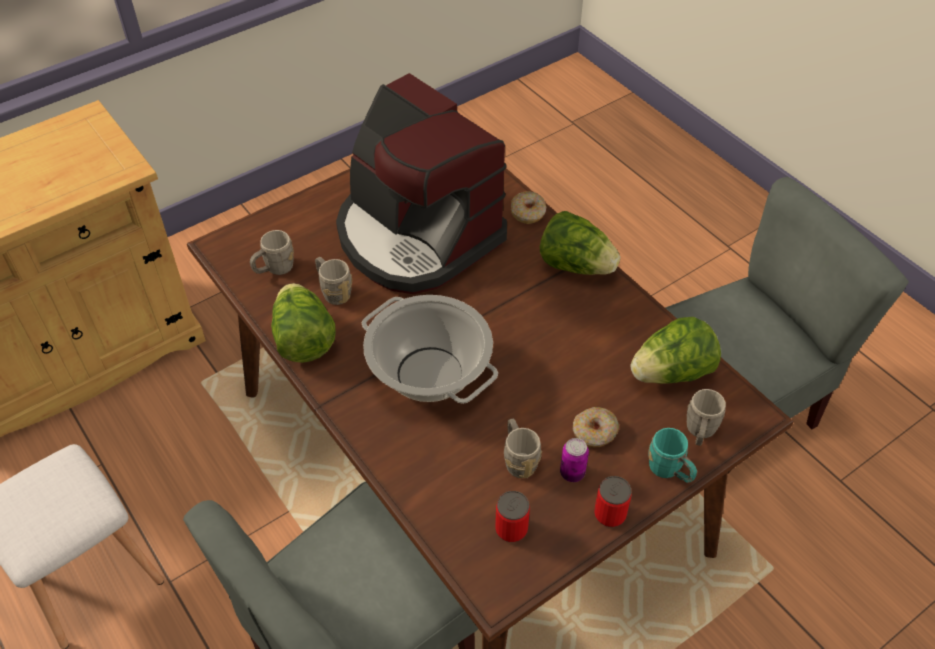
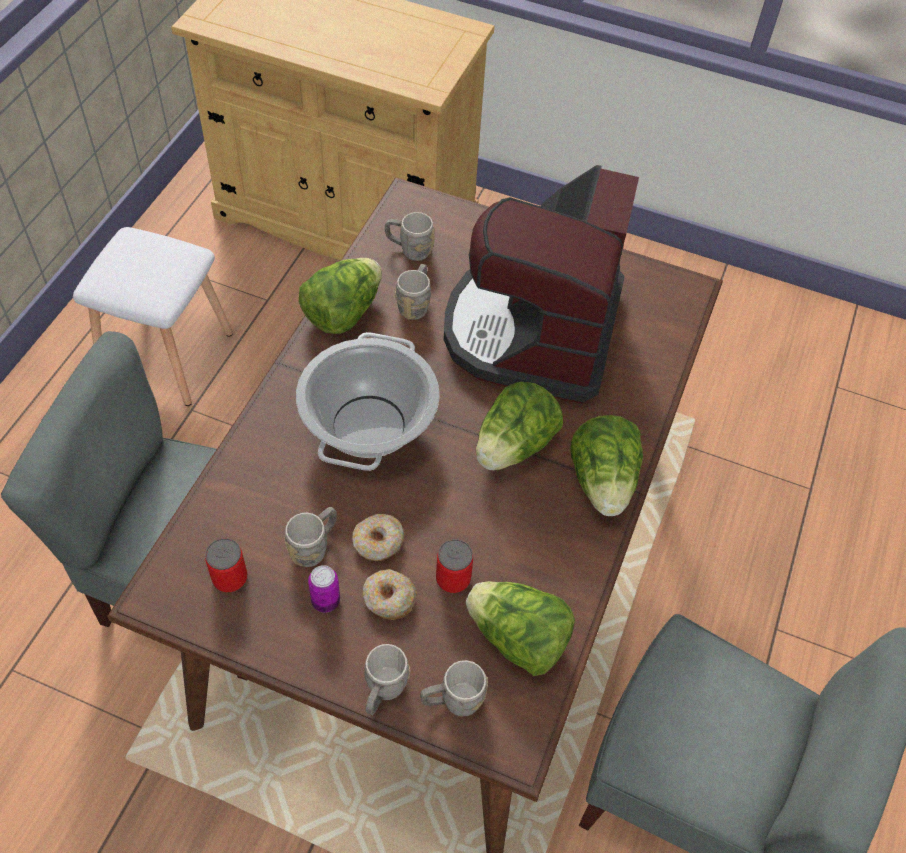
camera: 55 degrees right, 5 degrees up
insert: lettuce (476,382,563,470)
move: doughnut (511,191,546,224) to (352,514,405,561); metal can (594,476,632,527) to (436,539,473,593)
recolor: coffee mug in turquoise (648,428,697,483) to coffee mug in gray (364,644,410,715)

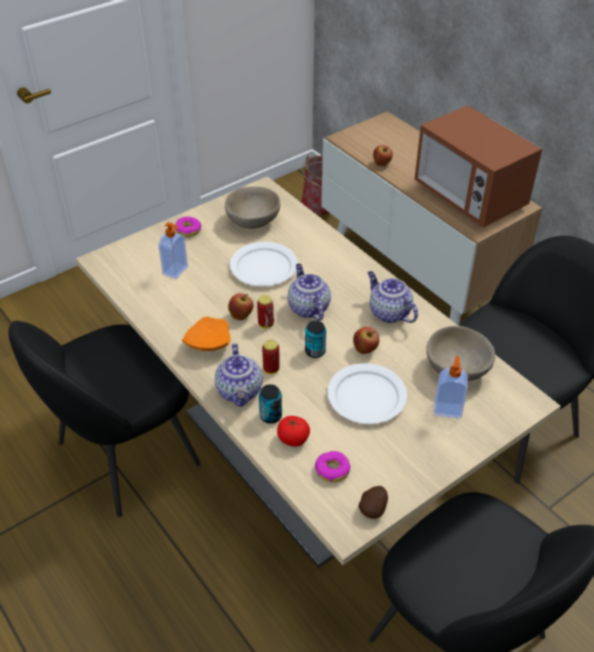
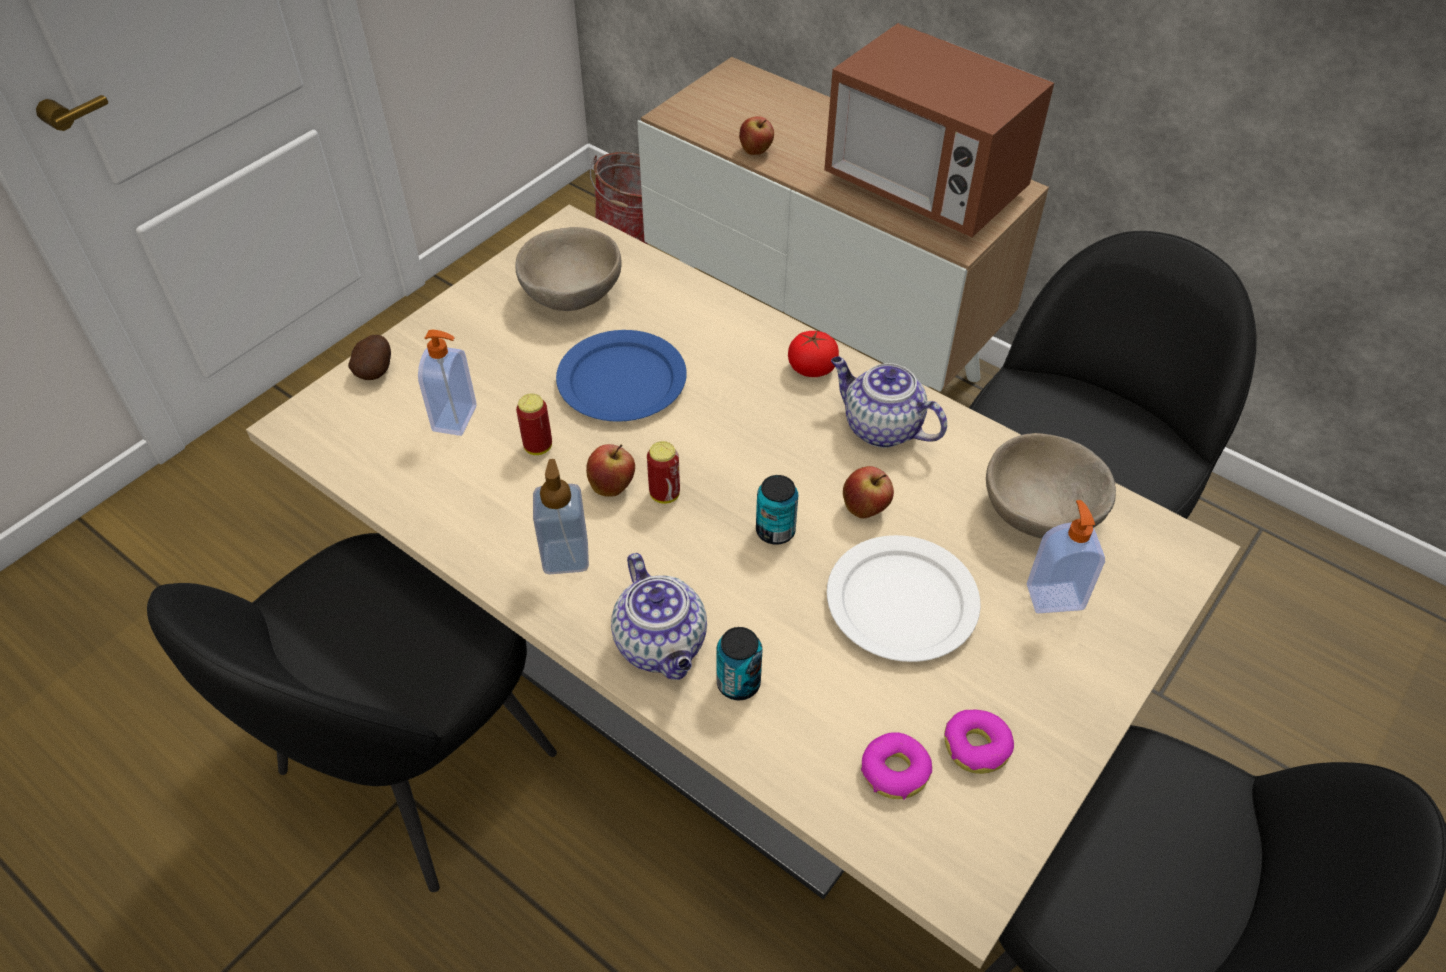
camera: 15 degrees left, 5 degrees up
delete: teapot (288,264,331,321)
move: doughnut (175,217,201,237) to (944,710,1014,774); metal can (262,340,280,374) to (516,394,552,455); tomato (277,416,310,447) to (788,331,839,377); spud (358,486,388,519) to (348,335,391,380)
replace: flat dish in orange-coloured (182,317,231,351) to soap dispenser (533,459,589,574)
recolor: flat dish in whitish (230,242,298,286) to flat dish in blue (556,330,687,422)

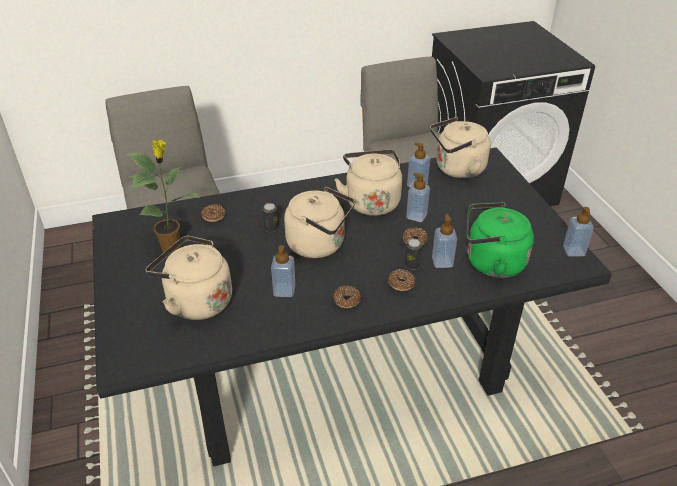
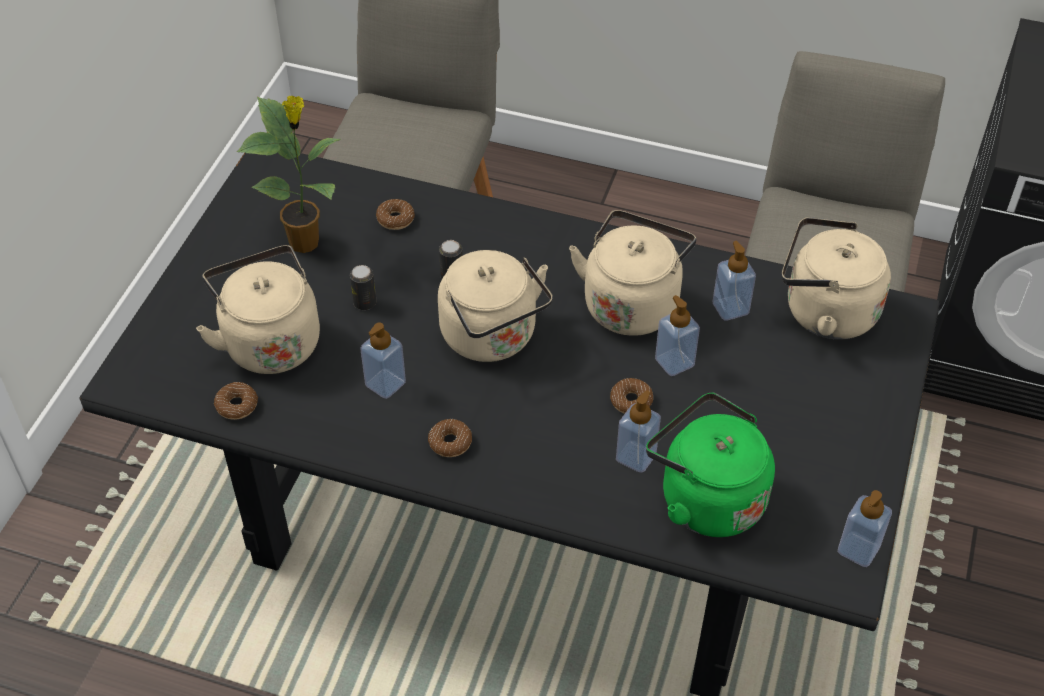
camera: 35 degrees right, 10 degrees up
move: metal can (405,239,422,270) to (350,265,376,310); doughnut (388,269,415,291) to (214,382,258,420)

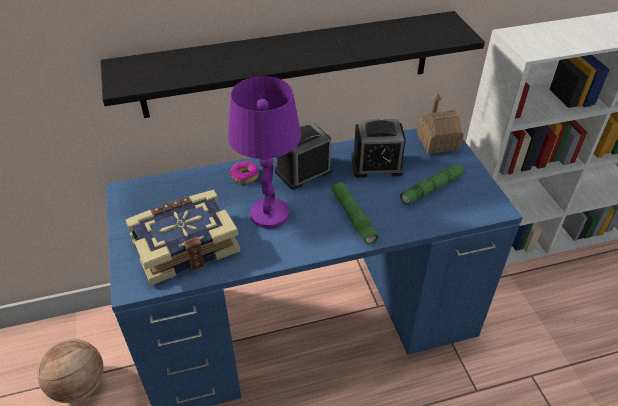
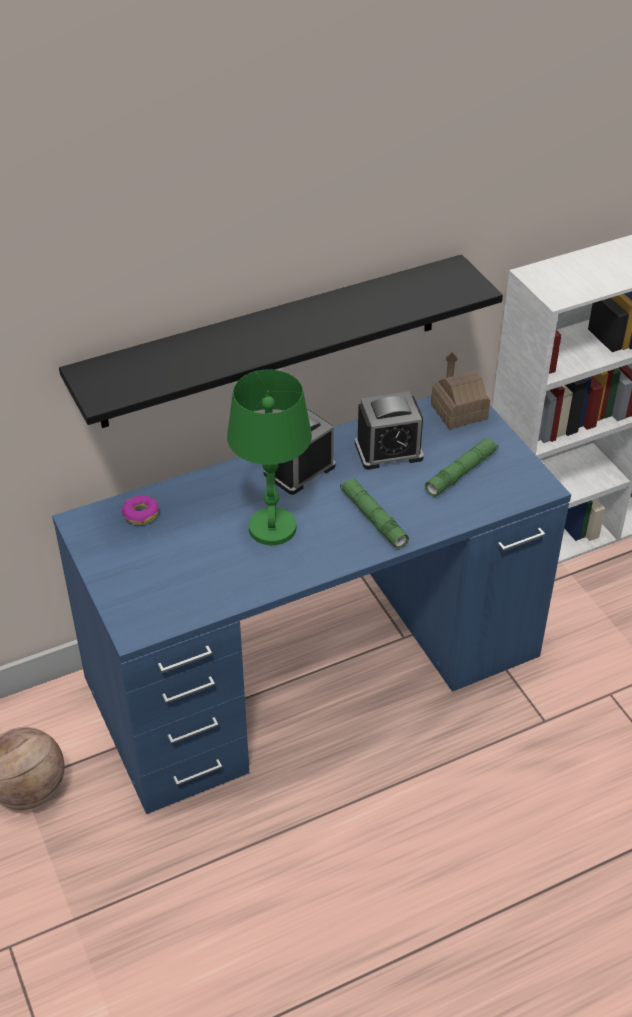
camera: 10 degrees left, 0 degrees up
delete: bound book (126,190,241,286)
move: doughnut (230,161,259,184) to (122,495,159,525)
recolor: lamp for a table in purplish (228,76,301,229) to lamp for a table in greenish (227,369,312,545)

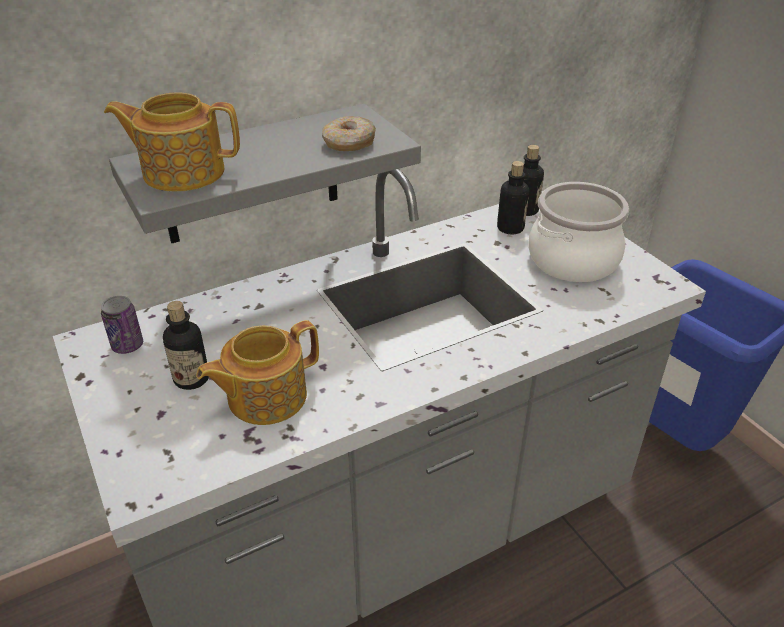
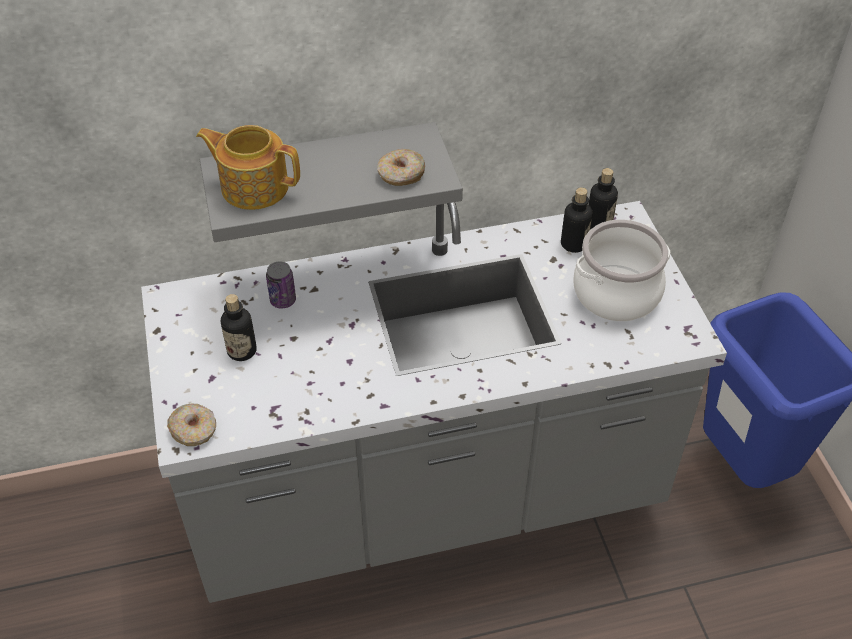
camera: 15 degrees right, 10 degrees up
delete: teapot (196,320,319,425)
insert: doughnut (167,404,216,446)
move: metal can (101,296,143,354) to (266,261,296,308)

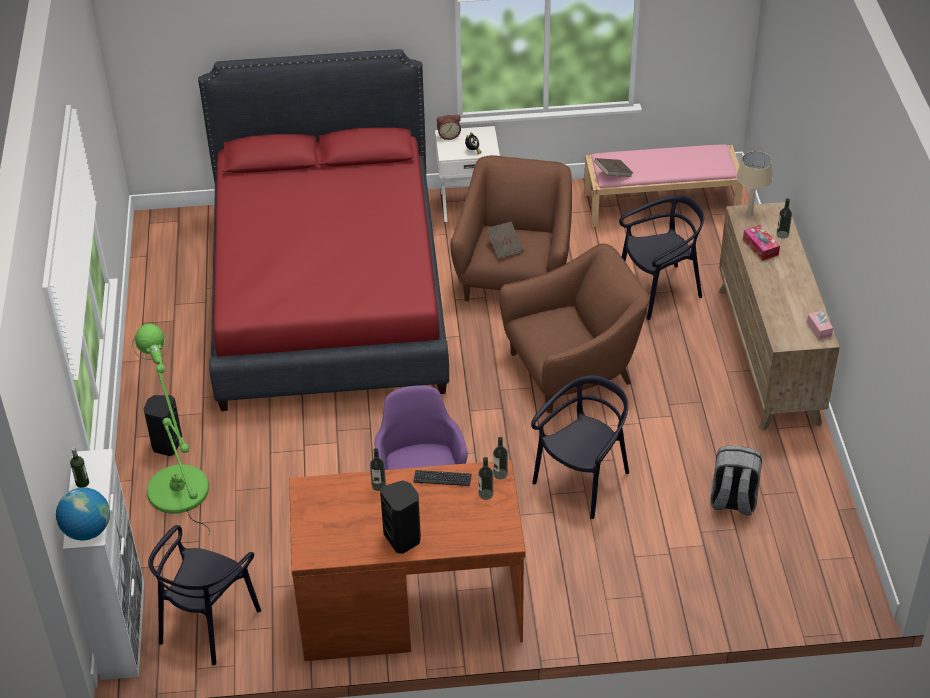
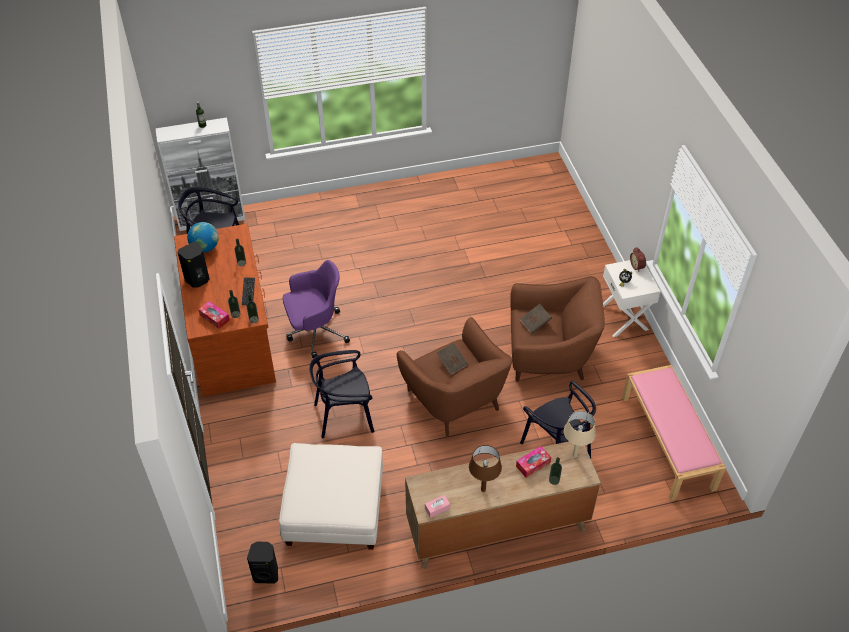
camera: 80 degrees right, 5 degrees up
delete: sleeping bed in red-coloured (198,49,449,411); standard lamp in greenish (132,324,210,536)
insert: tissue holder (198,301,230,329); lamp for a table in brownish (469,445,502,492)
move: bound book in brownish (594,158,633,177) to (437,343,468,375); audio speaker in black (144,395,182,456) to (247,542,278,584); world globe (56,487,110,540) to (187,222,219,253)
replace: rucksack in gray (711,446,762,516) to pouffe in whitish (279,443,383,550)
rotate: chair in black (531,375,629,519) = (309,350,375,438) 135 degrees clockwise

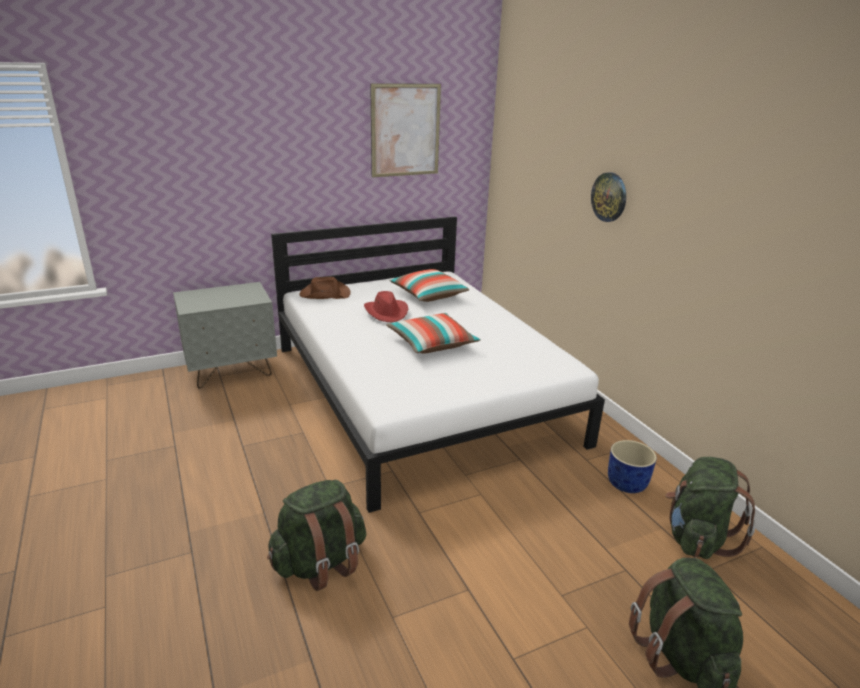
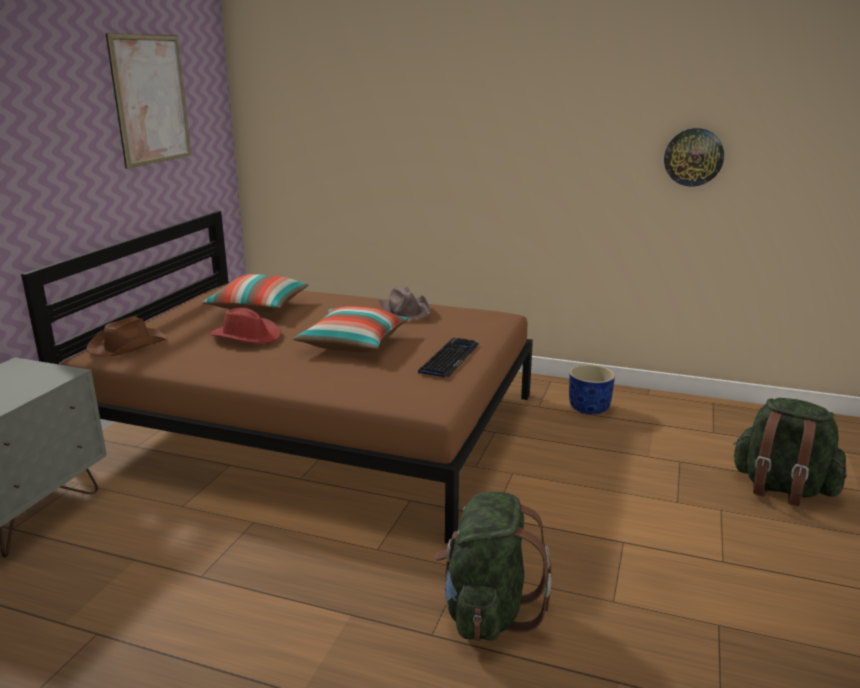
camera: 45 degrees left, 5 degrees down
delete: rucksack in greenish (666,457,756,559)
insert: clothing hat in brownish (379,287,431,322); computer keyboard (418,338,479,377)
move: wall clock (591,172,626,222) to (664,128,724,187)
recolor: sleeping bed in whitish (271,217,605,513) to sleeping bed in brownish (21,211,533,544)

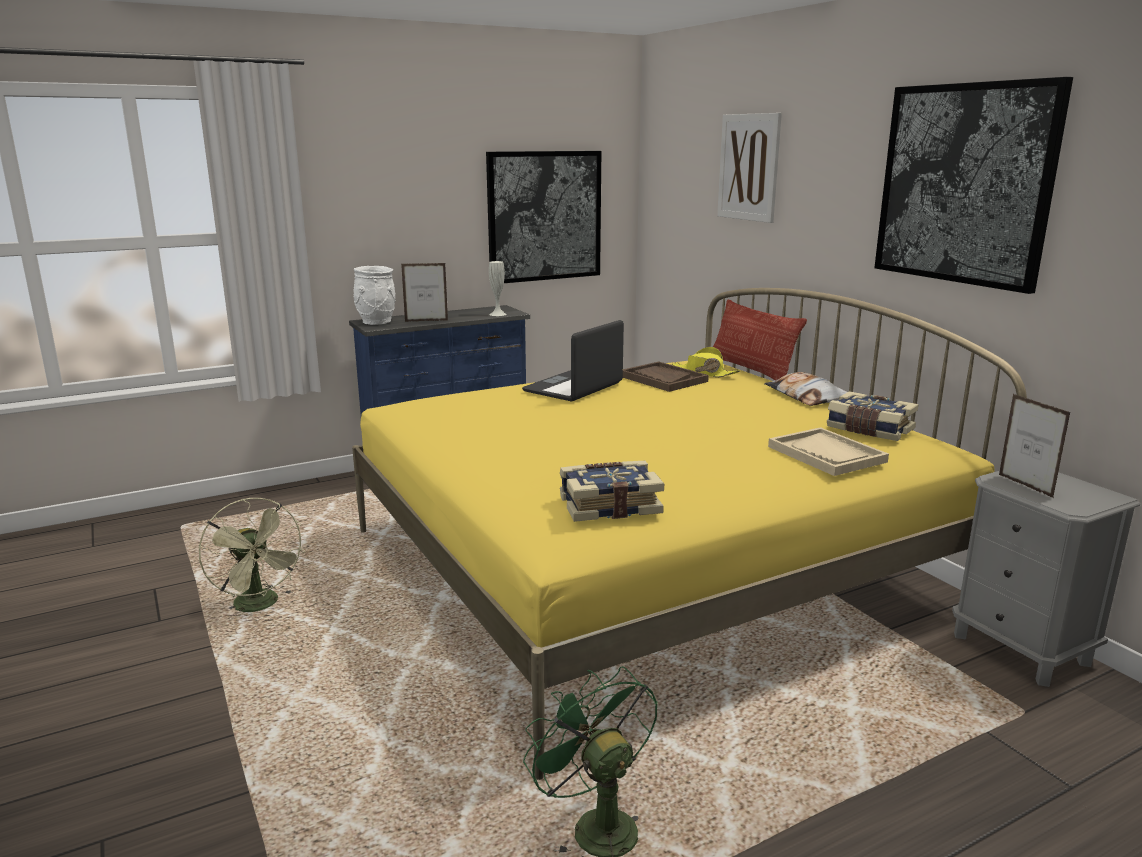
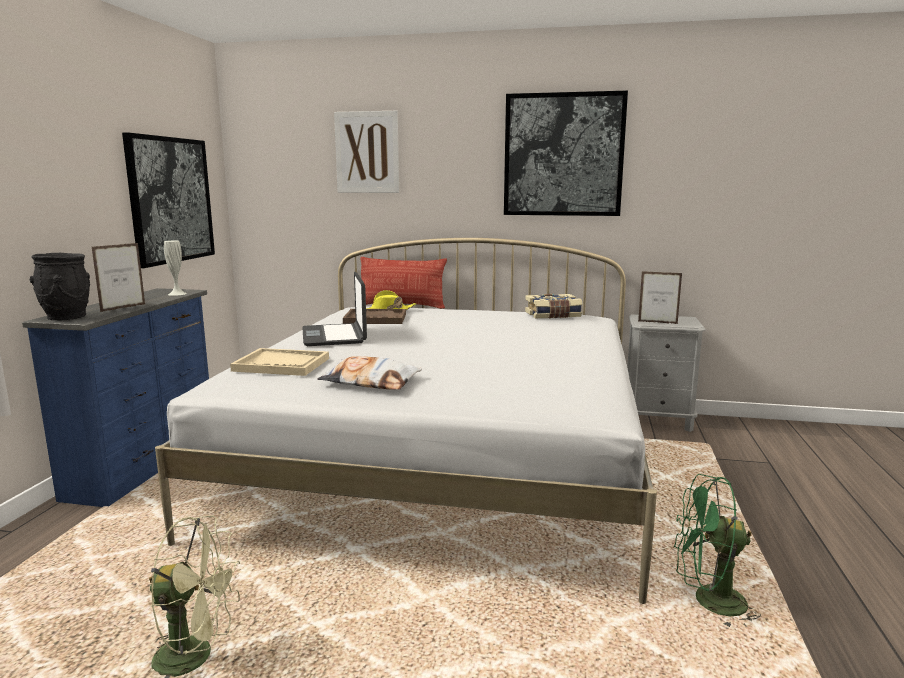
camera: 50 degrees left, 5 degrees down
delete: bound book (560,461,664,522)
move: pillow (764,372,847,406) to (317,356,422,390); carrying tray in sand-coloured (768,427,889,476) to (230,348,329,376)
recolor: decorative vase in whitish (353,266,396,325) to decorative vase in black (30,253,90,321); sleeping bed in yellowish (352,288,1027,780) to sleeping bed in whitish (155,238,657,604)

